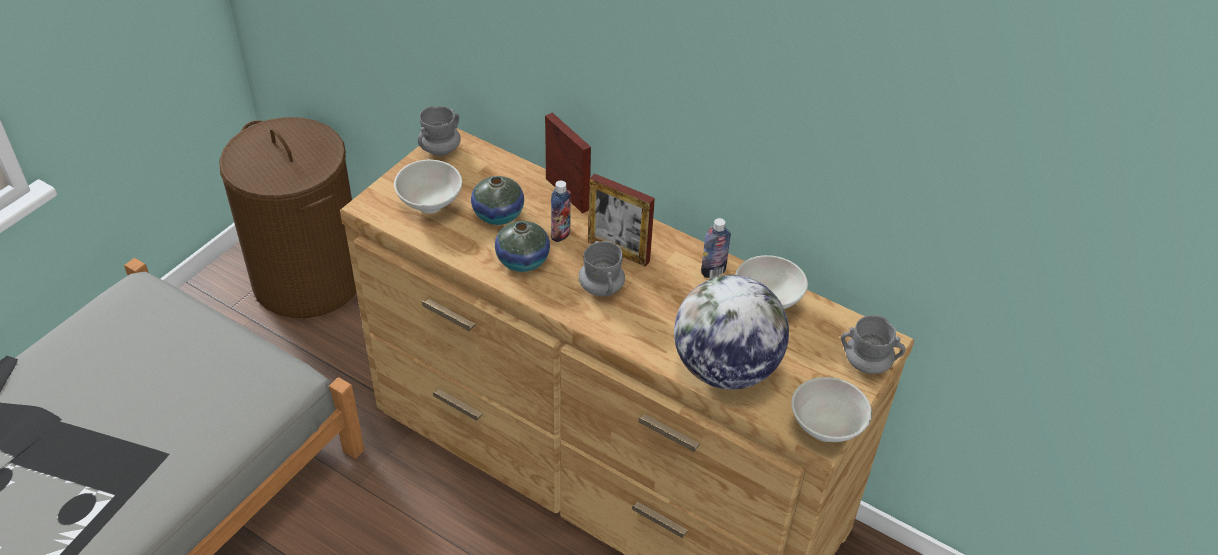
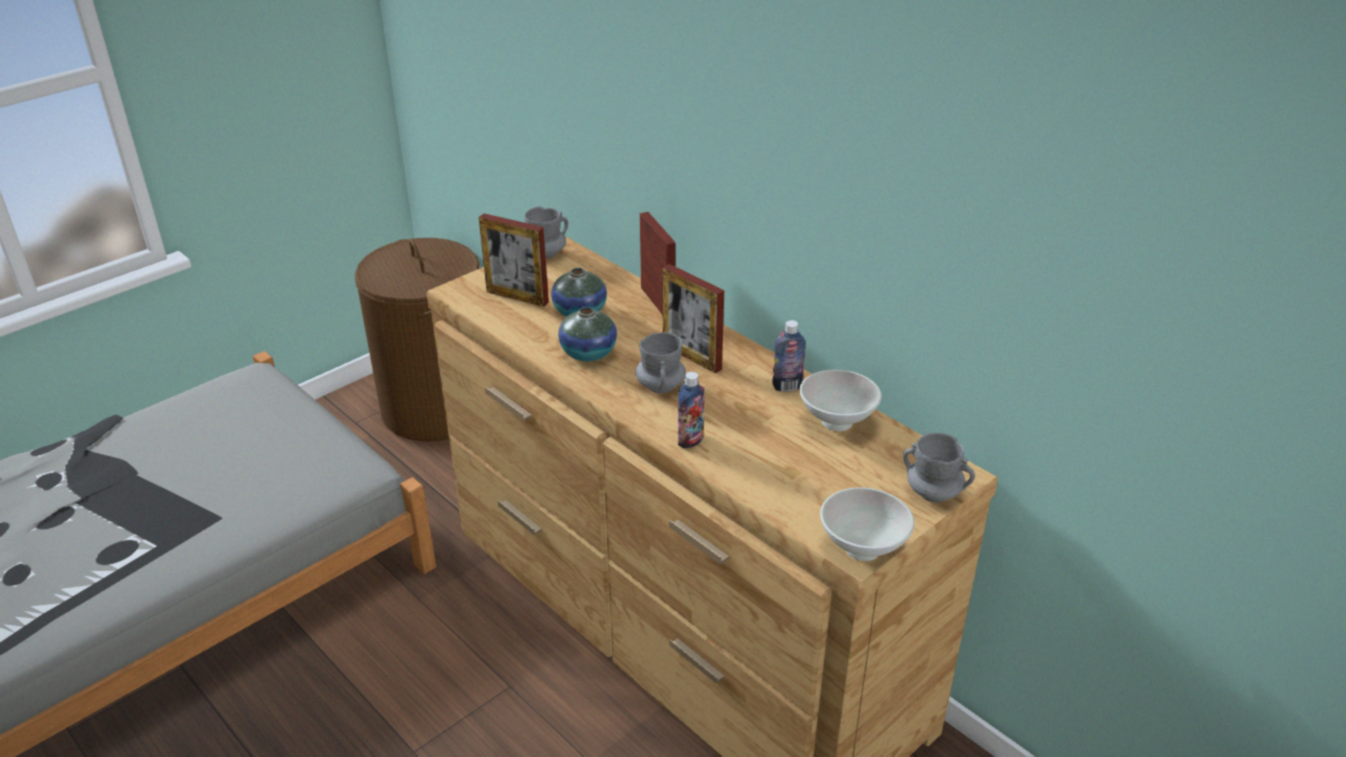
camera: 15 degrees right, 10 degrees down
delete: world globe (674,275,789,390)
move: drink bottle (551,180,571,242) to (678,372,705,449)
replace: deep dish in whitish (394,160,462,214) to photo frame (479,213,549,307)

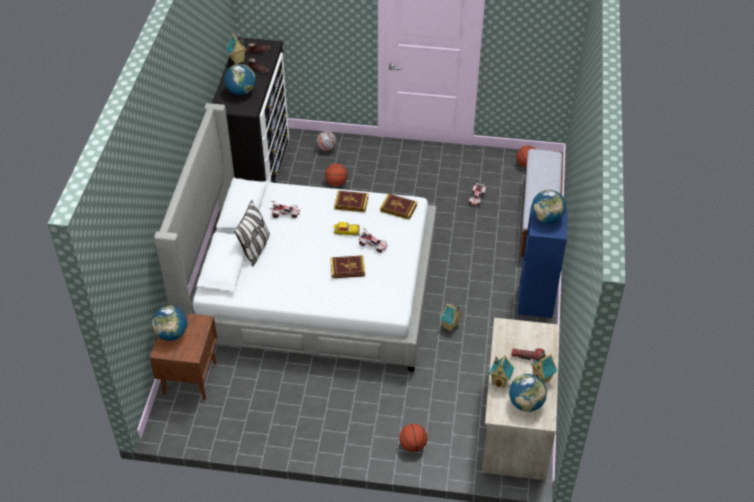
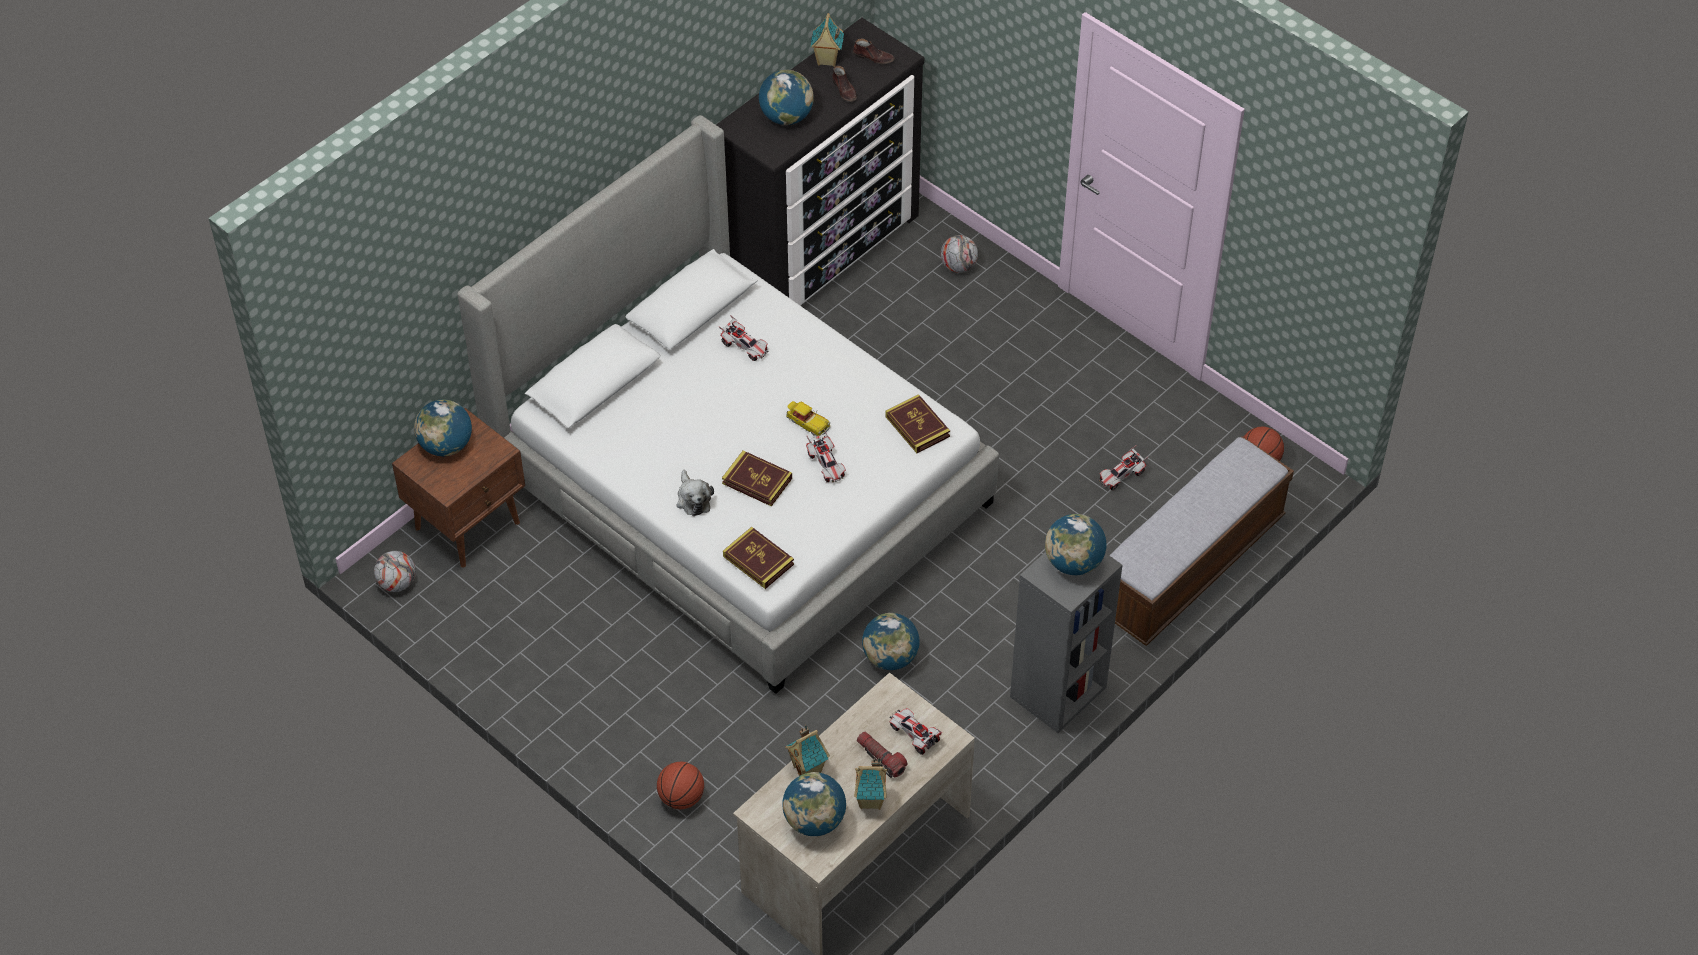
camera: 35 degrees right, 5 degrees up
delete: basketball ball (325,164,347,186); pillow (234,200,270,267)
insert: soft toy (677,470,714,516); football ball (374,551,416,592); toy car (889,708,943,755)
move: bound book (334,191,368,212) to (723,527,794,589)
replace: miniature house (440,303,462,332) to world globe (862,613,920,670)
recolor: bookshelf in blue (518,205,568,318) to bookshelf in gray (1010,552,1122,733)

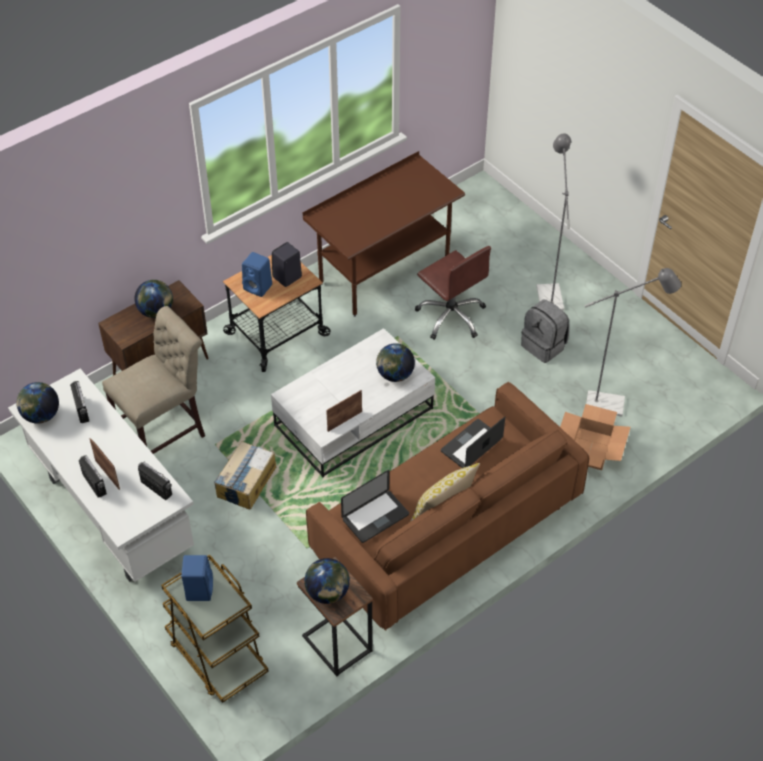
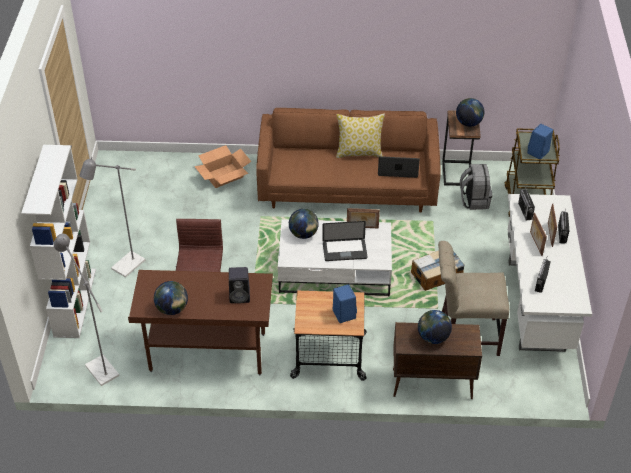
camera: 140 degrees left, 5 degrees down
insert: bookshelf in whitish (21,145,96,338); photo frame (530,213,547,256)
move: audio speaker in black (272,242,302,287) to (229,267,250,303); standard lamp in gray (585,268,681,416) to (54,234,120,386); rucksack in gray (521,300,570,363) to (460,164,492,210); world globe (16,382,59,424) to (154,281,188,315); notebook computer (441,417,505,468) to (322,221,368,261)

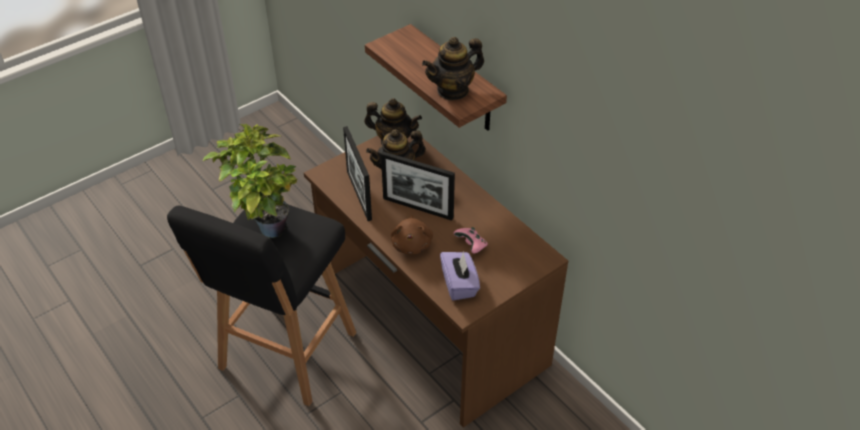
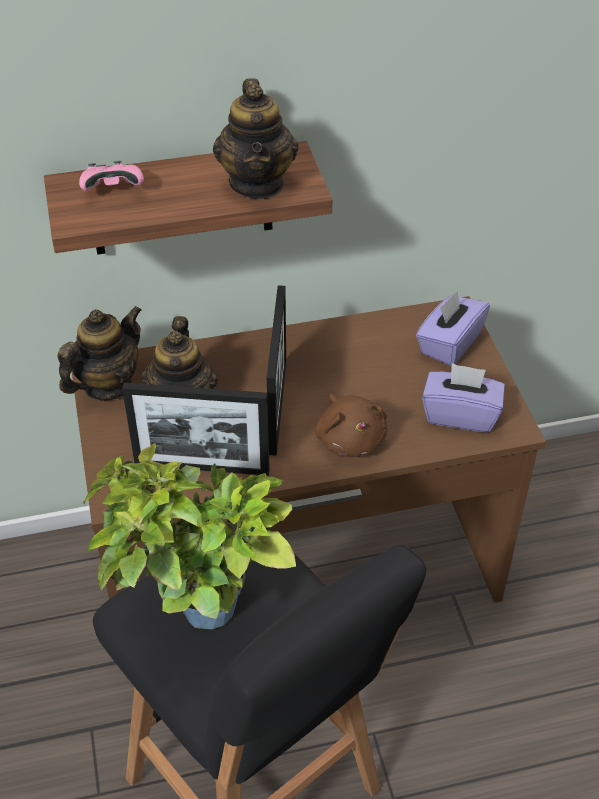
camera: 65 degrees left, 0 degrees up
insert: tissue holder in purplish (416,290,490,366)
move: game controller in pink-coloured (453,227,488,254) to (79,161,144,191)
rotate: photo frame (381,151,455,221) = (267,286,286,456) 45 degrees counterclockwise; soft toy in brownish (391,216,433,254) = (315,393,387,457) 45 degrees clockwise

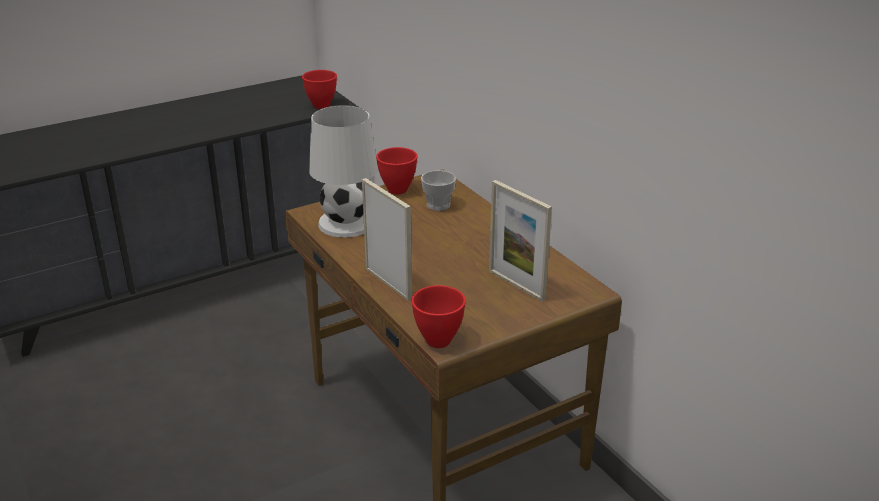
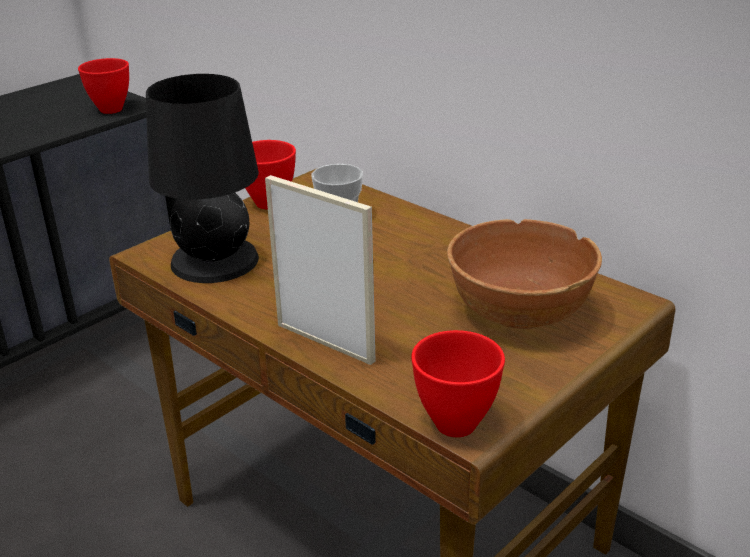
camera: 15 degrees left, 0 degrees up
replace: photo frame (489,180,552,302) to deep dish in brownish (447,219,602,329)
recolor: lamp for a table in whitish (309,105,378,238) to lamp for a table in black (146,74,259,283)

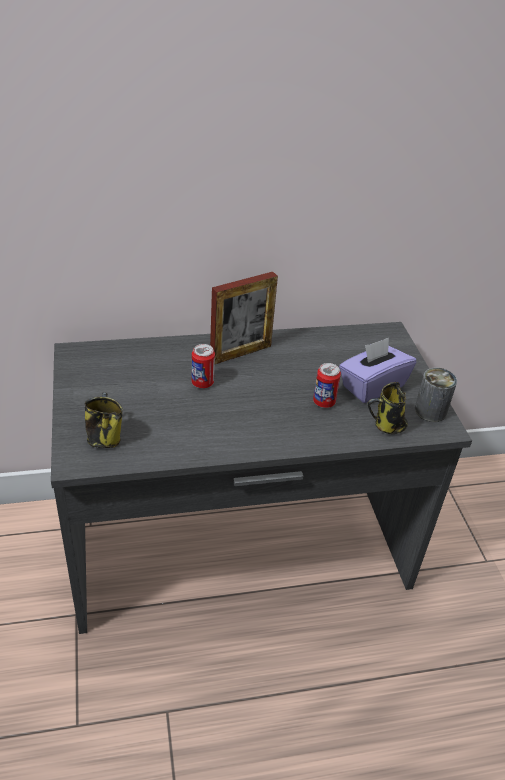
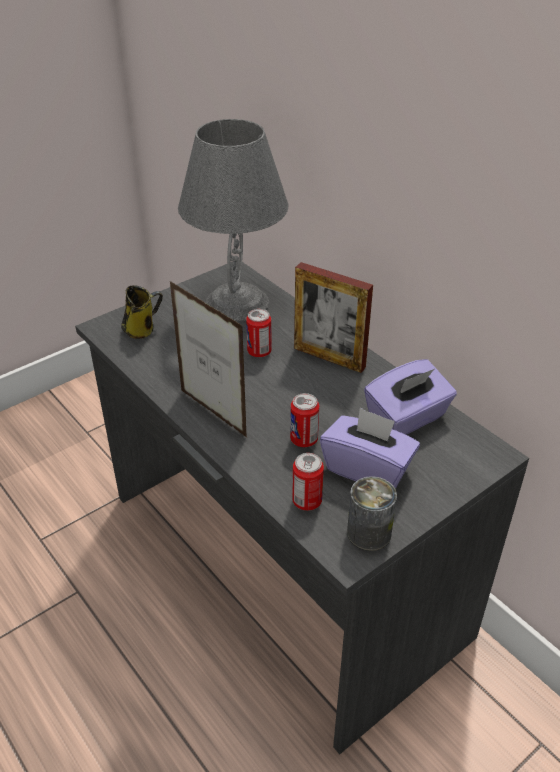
camera: 65 degrees right, 0 degrees up
insert: lamp for a table in gray (178,119,288,321); photo frame (170,281,247,437); tissue holder in purplish (364,359,457,435)
replace: coffee mug (368,382,408,434) to metal can (292,453,324,511)

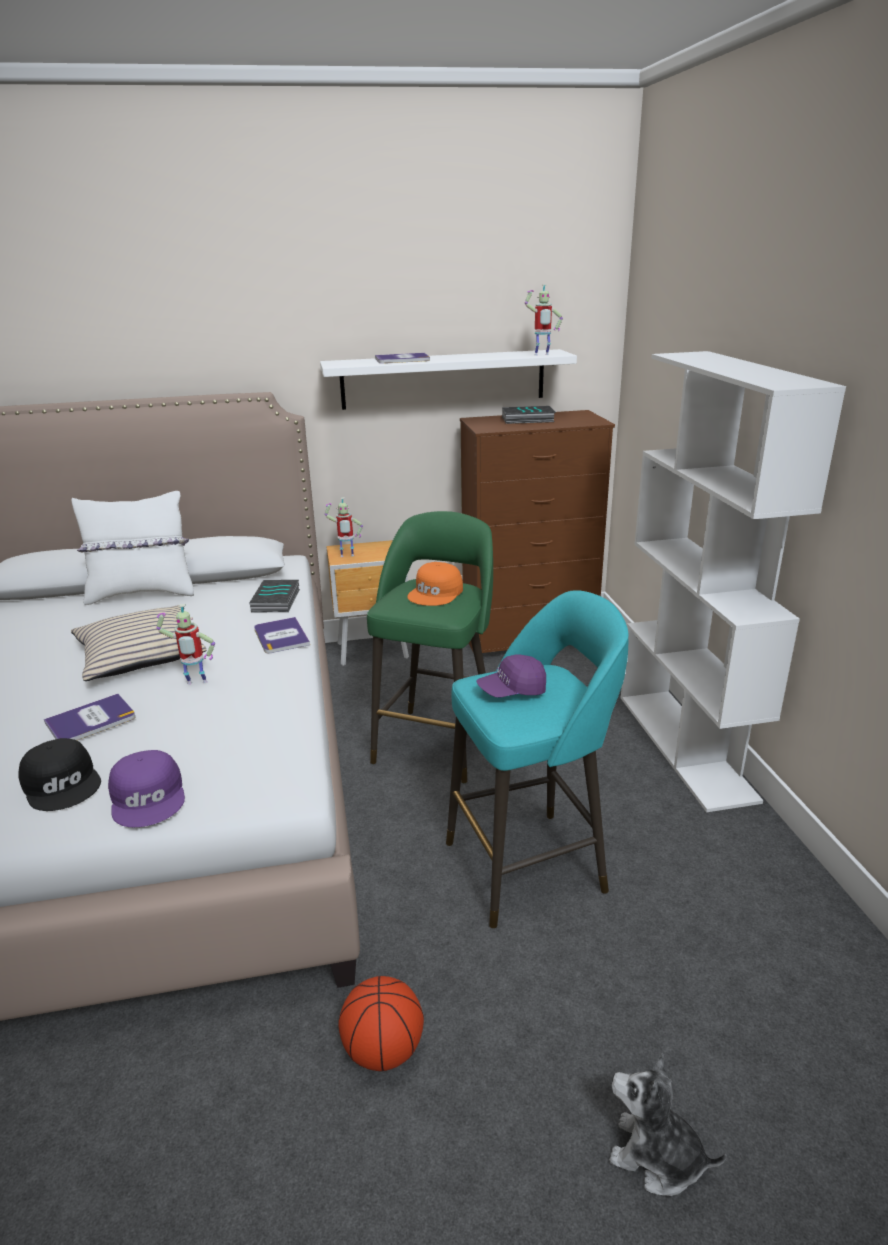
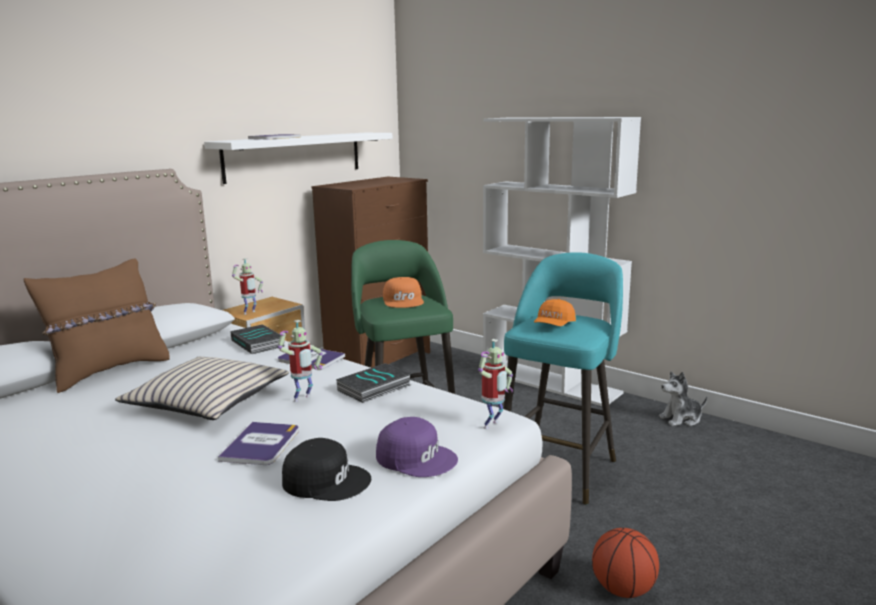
camera: 40 degrees left, 10 degrees down
move: robot figure (525,285,563,356) to (478,339,513,429); bound book (502,406,556,424) to (336,363,411,403); soft toy (609,1053,727,1196) to (659,371,707,426)
recolor: pillow in whitish (71,491,194,605) to pillow in brownish (24,258,170,393); peaked cap in purplish (476,654,546,697) to peaked cap in orange-coloured (534,299,576,326)

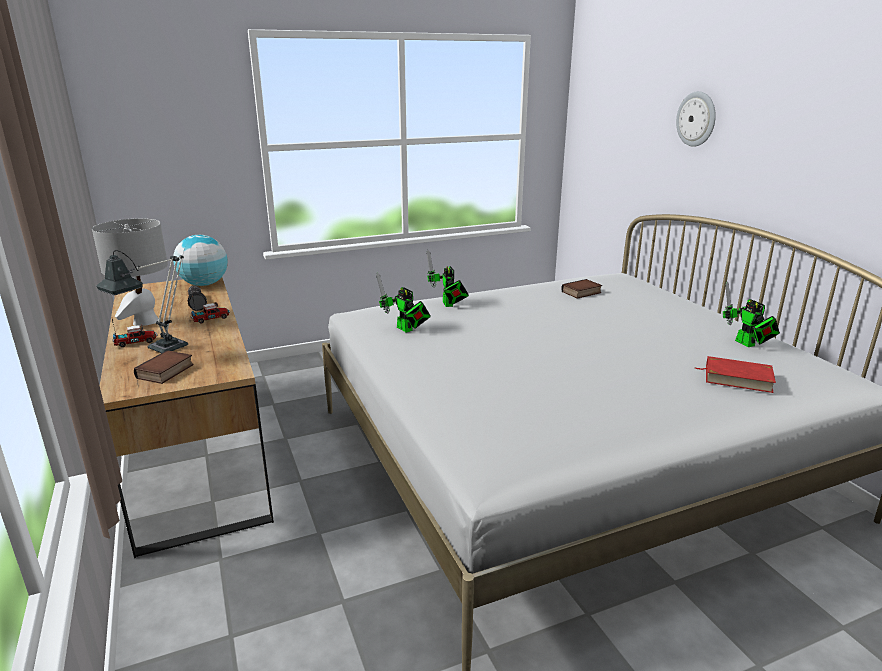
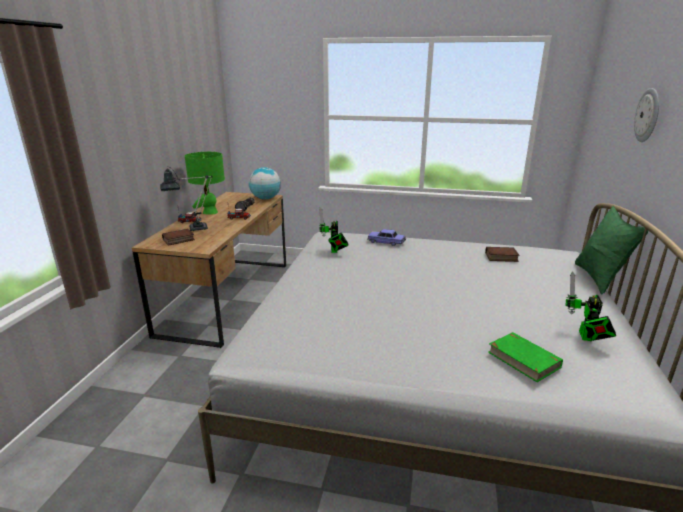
camera: 35 degrees right, 0 degrees up
insert: pillow in greenish (575,206,648,295)
replace: robot figure (426,250,469,307) to toy car (367,229,406,246)
recolor: lamp for a table in gray (92,218,168,326) to lamp for a table in greenish (185,152,225,215); bound book in red-coloured (694,356,776,393) to bound book in greenish (488,332,563,382)

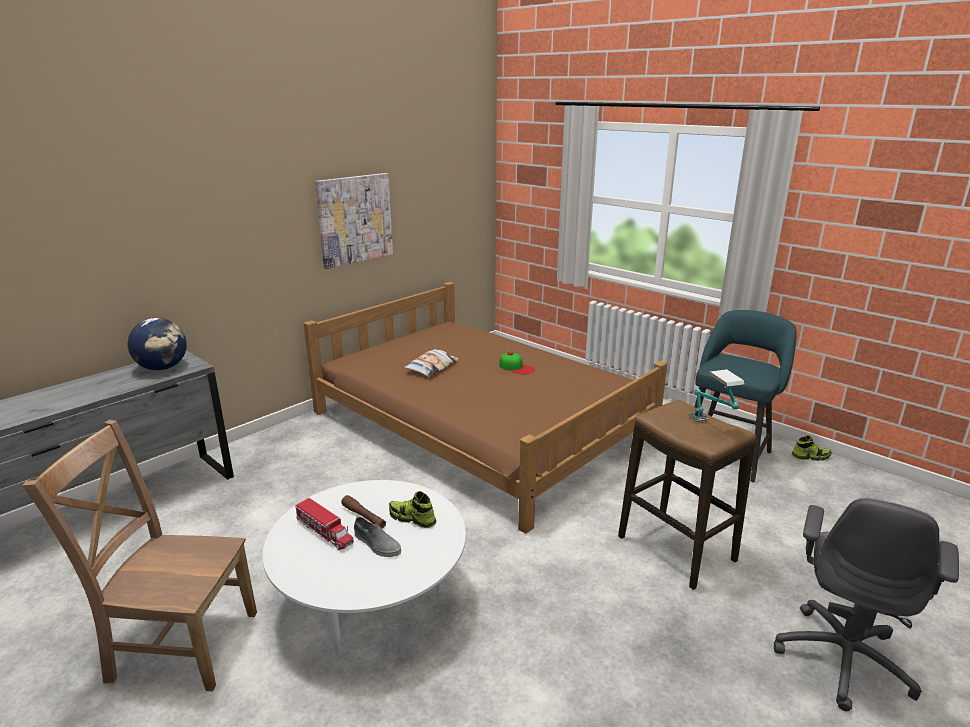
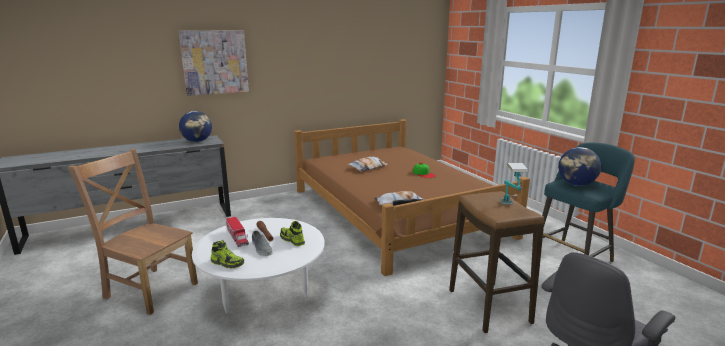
camera: 20 degrees right, 5 degrees down
insert: world globe (558,147,601,186); pillow (374,191,425,206)
move: picture (315,173,393,269) to (179,30,249,96); item of footwear (792,435,832,461) to (211,240,244,269)

